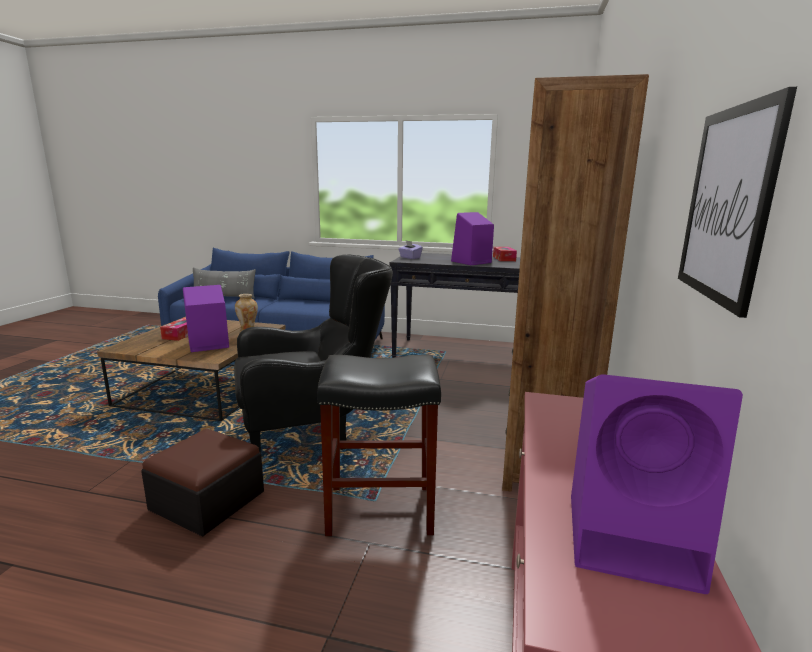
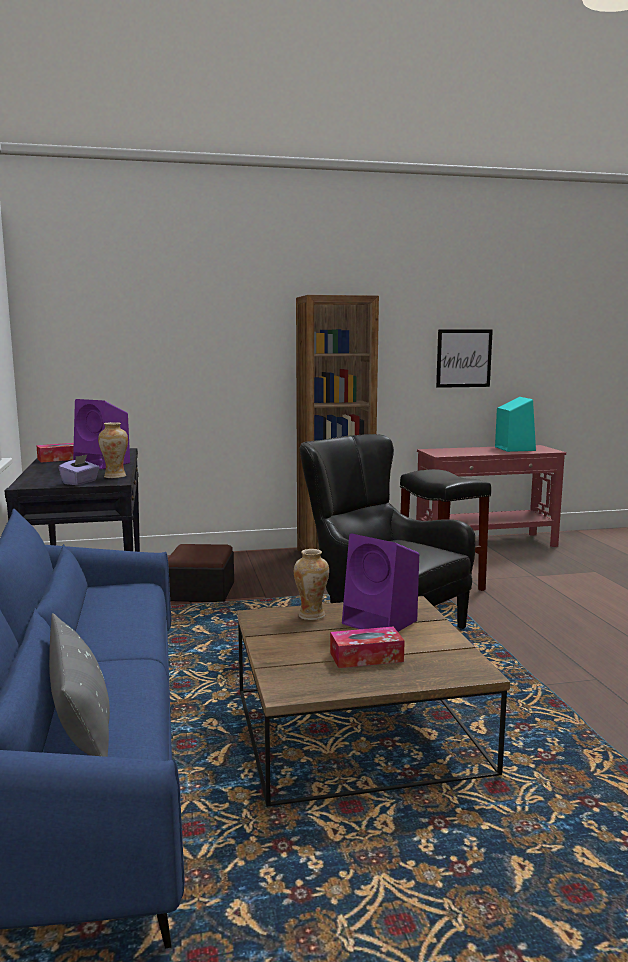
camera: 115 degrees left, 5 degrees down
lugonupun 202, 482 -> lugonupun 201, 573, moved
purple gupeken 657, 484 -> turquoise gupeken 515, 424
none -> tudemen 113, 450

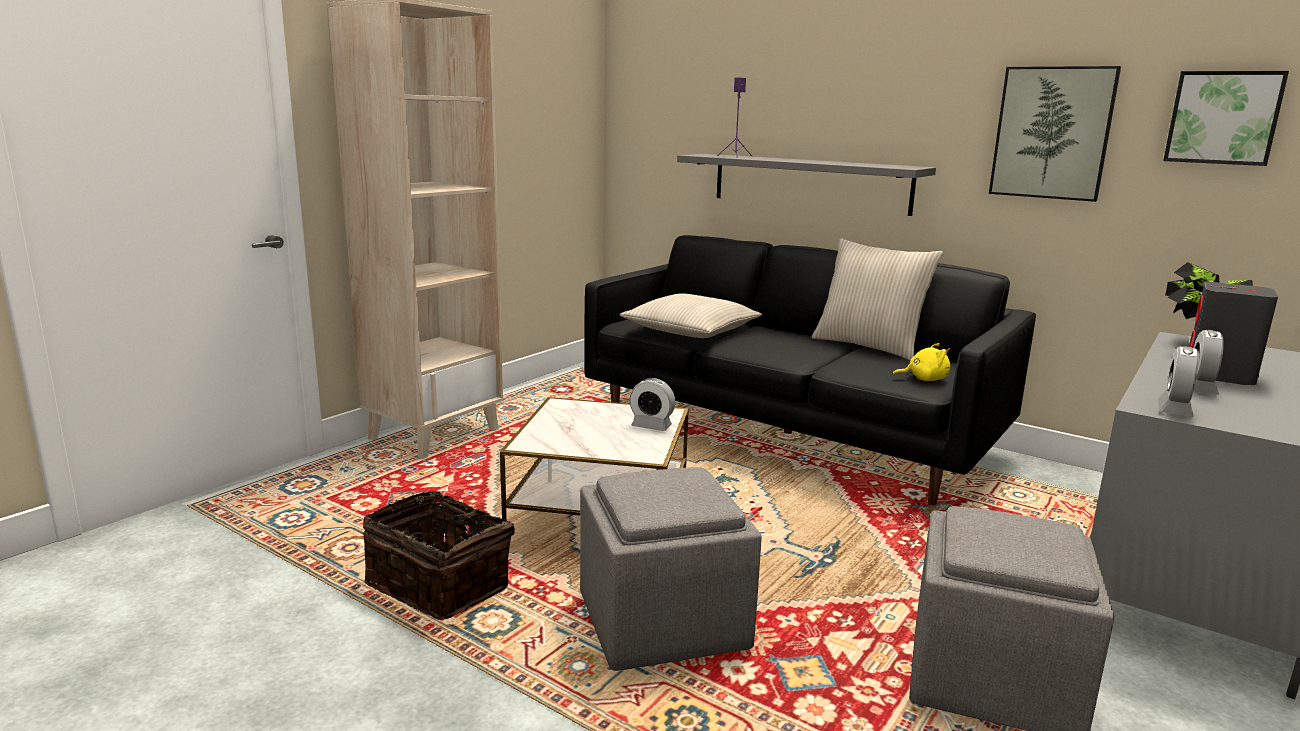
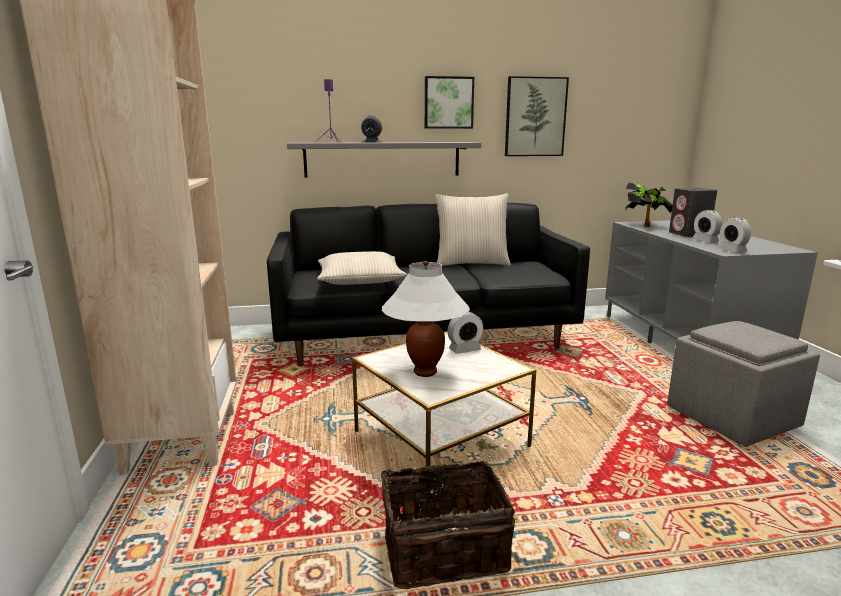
camera: 45 degrees left, 0 degrees up
grey lugonupun 671, 569 -> none
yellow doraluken 921, 362 -> none
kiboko 1226, 118 -> kiboko 449, 102, moved
none -> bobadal 371, 129
none -> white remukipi 426, 319

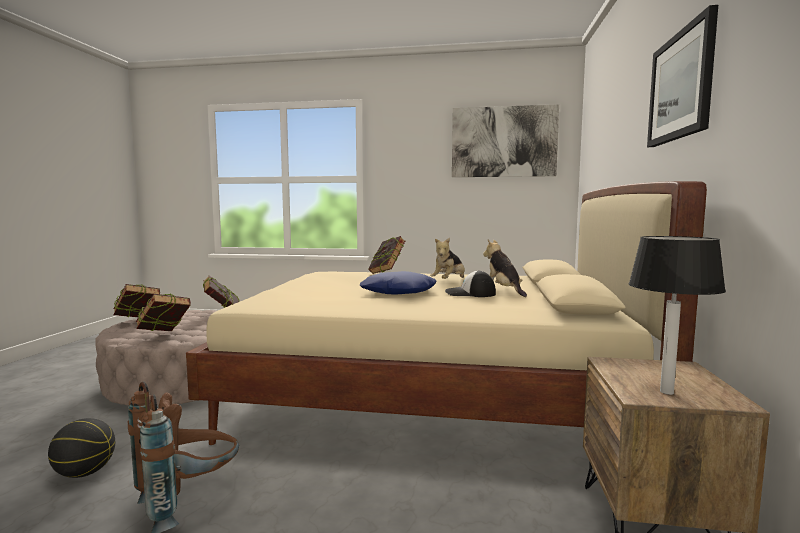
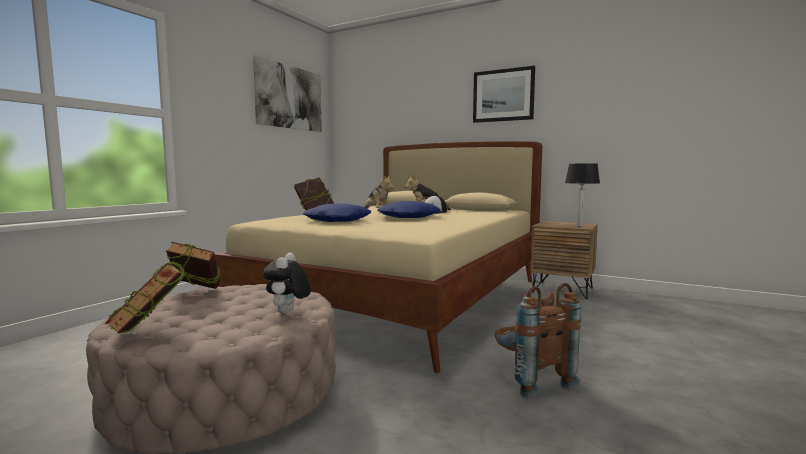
camera: 70 degrees left, 0 degrees up
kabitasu 81, 448 -> none
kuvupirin 163, 312 -> doraluken 287, 283
none -> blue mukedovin 337, 213

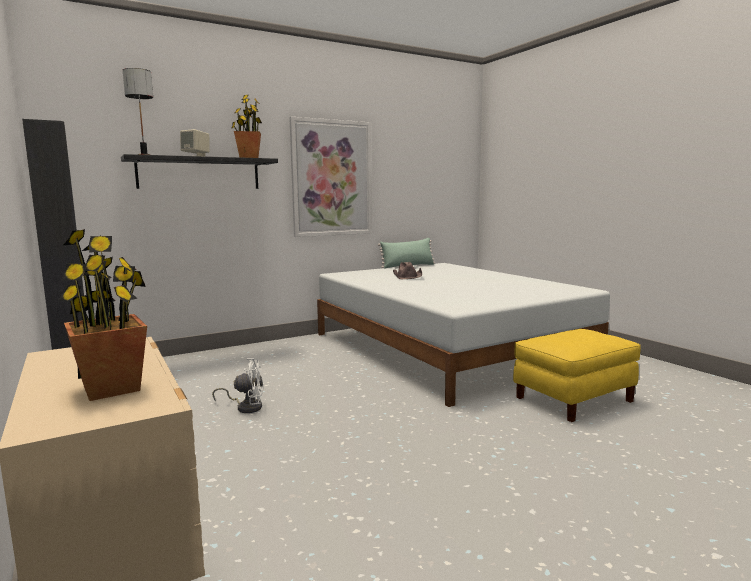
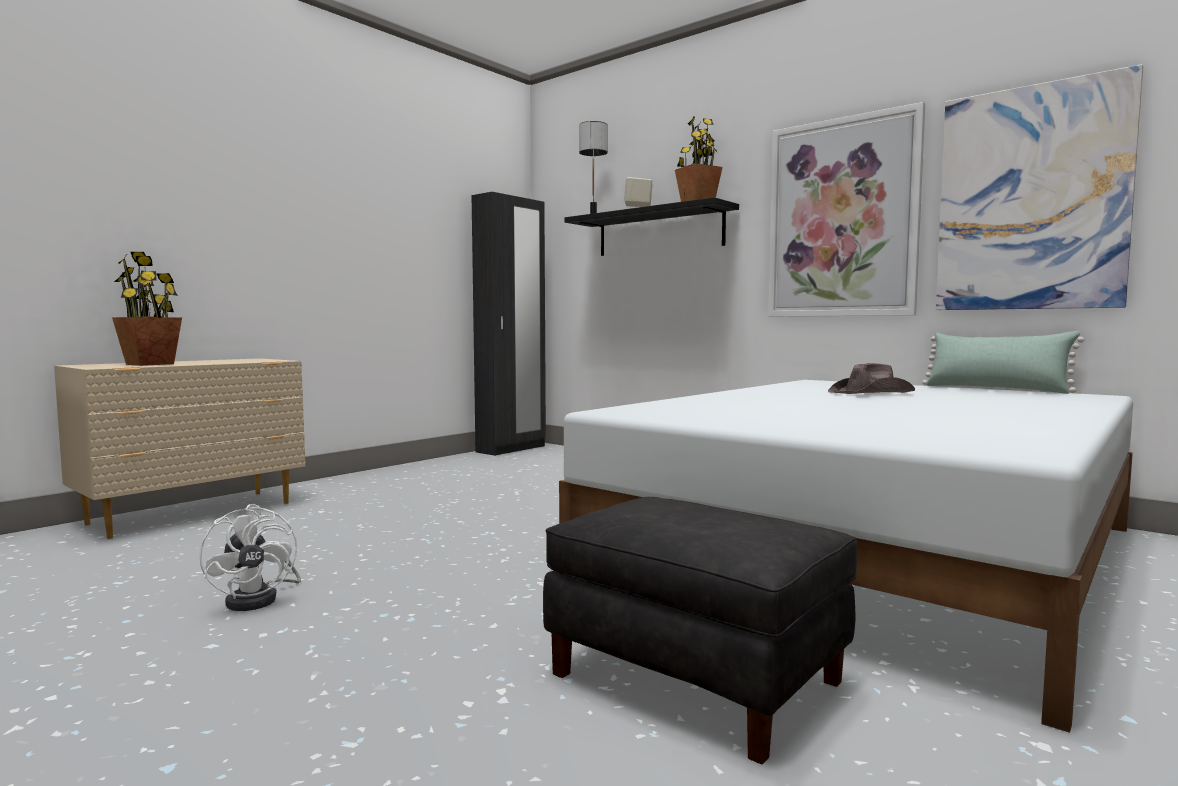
camera: 70 degrees right, 5 degrees down
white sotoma 237, 385 -> white sotoma 250, 557, moved
yellow lugonupun 577, 375 -> black lugonupun 700, 630
none -> kiboko 1039, 187

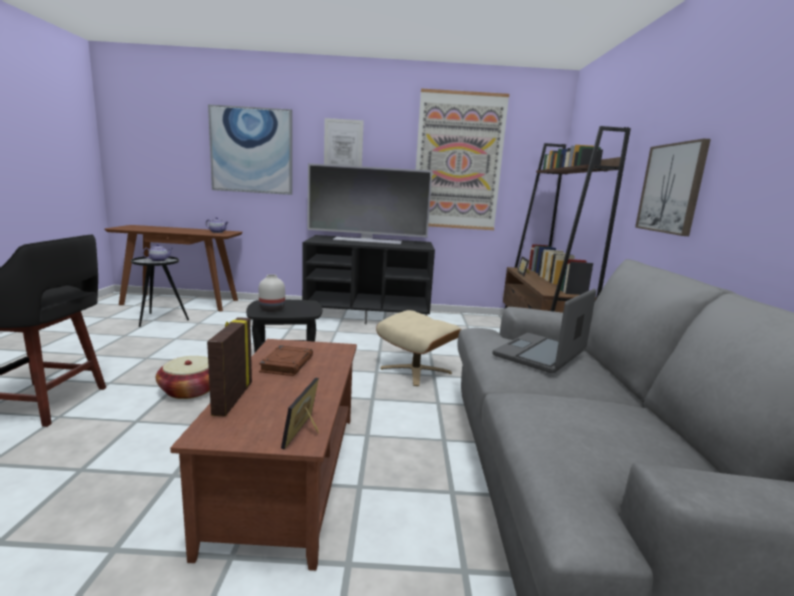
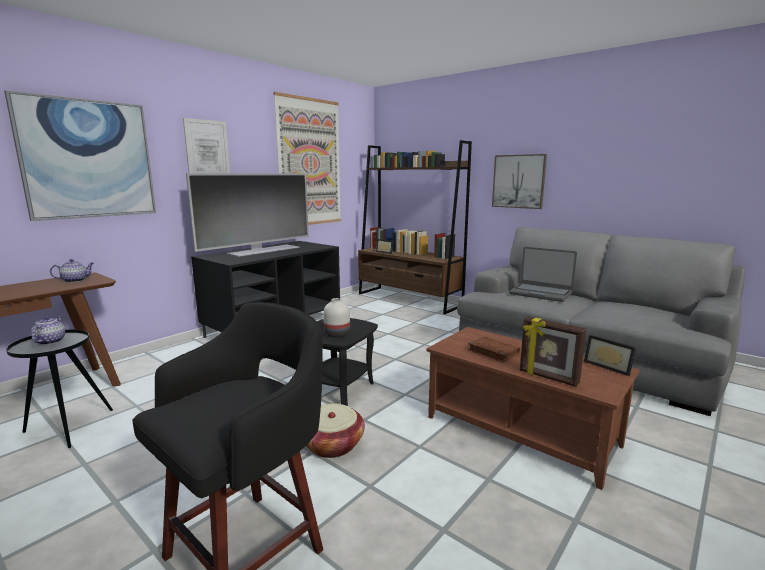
camera: 50 degrees left, 0 degrees up
beige lugonupun 419, 348 -> none
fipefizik 544, 331 -> fipefizik 543, 274, 45 degrees counterclockwise

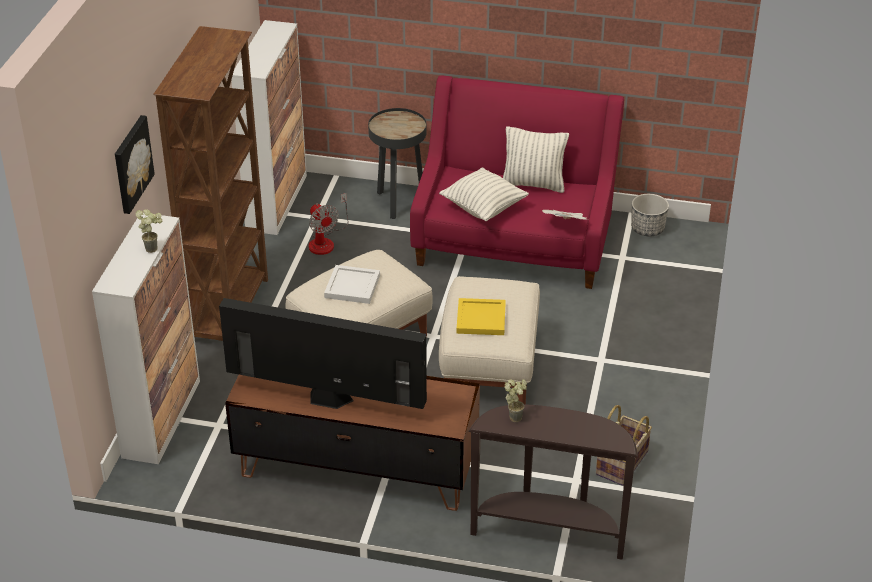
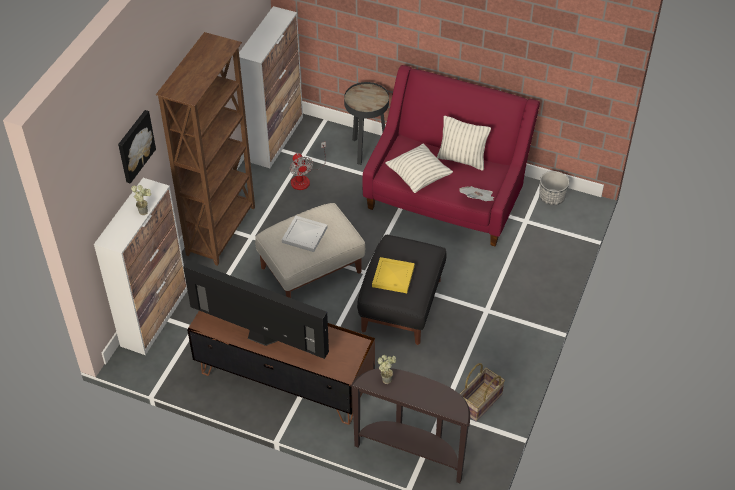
camera: 10 degrees right, 10 degrees up
beige lugonupun 489, 340 -> black lugonupun 402, 290

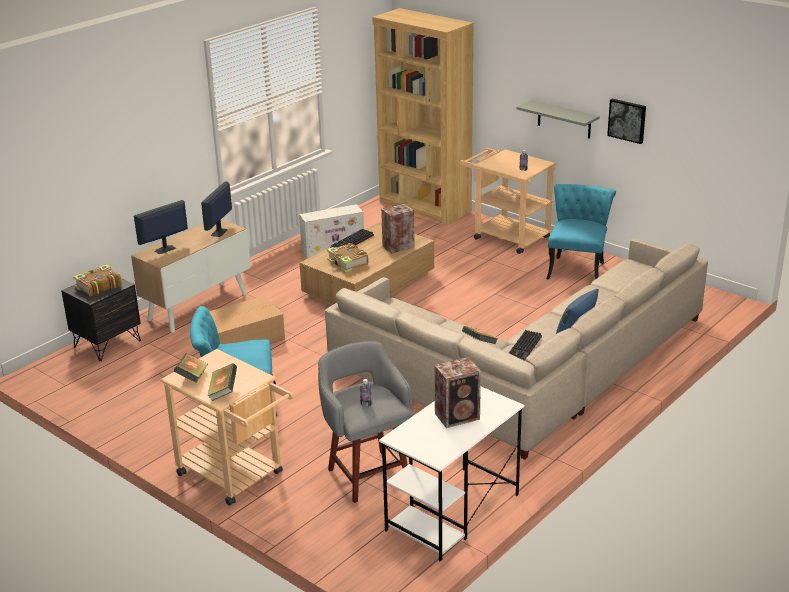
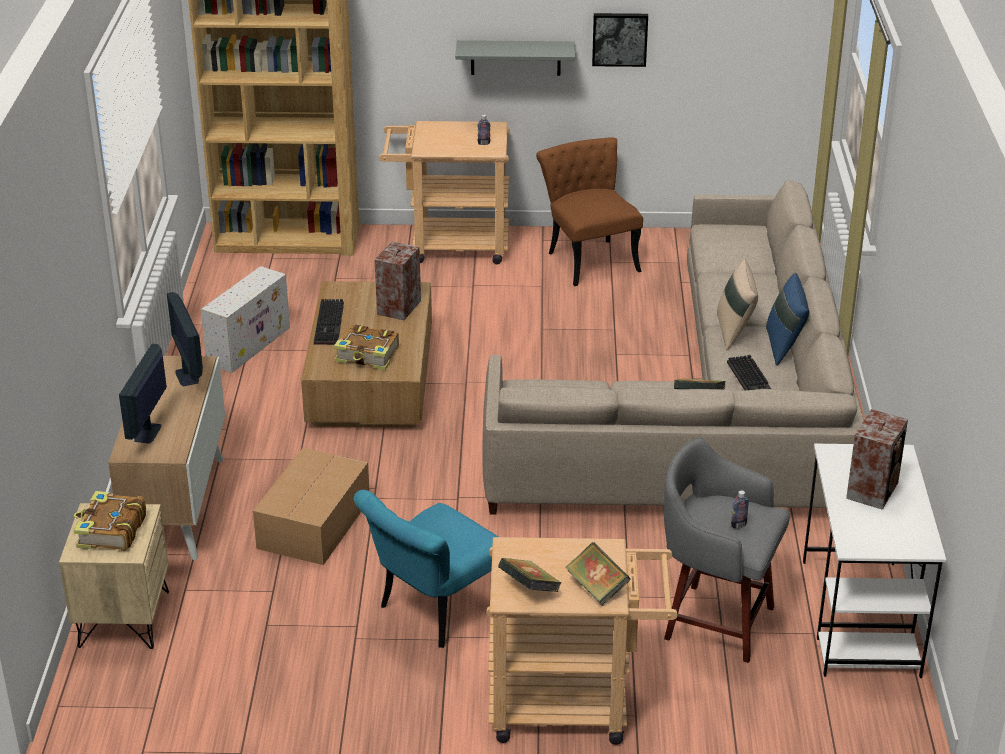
camera: 40 degrees left, 5 degrees up
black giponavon 101, 319 -> beige giponavon 114, 576
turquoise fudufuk 581, 231 -> brown fudufuk 589, 211
none -> beige mukedovin 737, 304

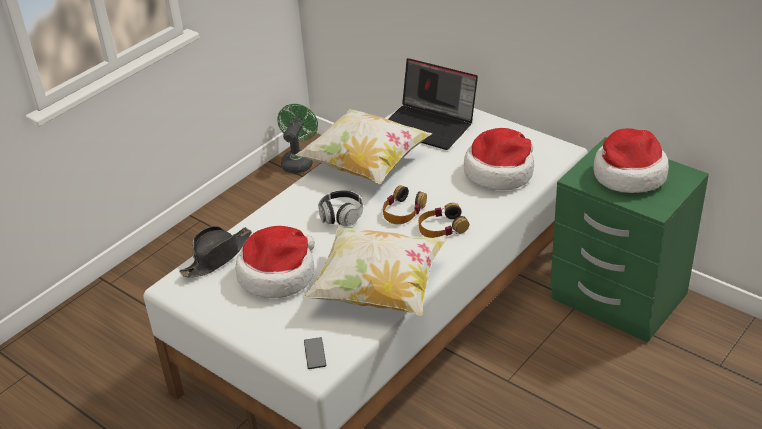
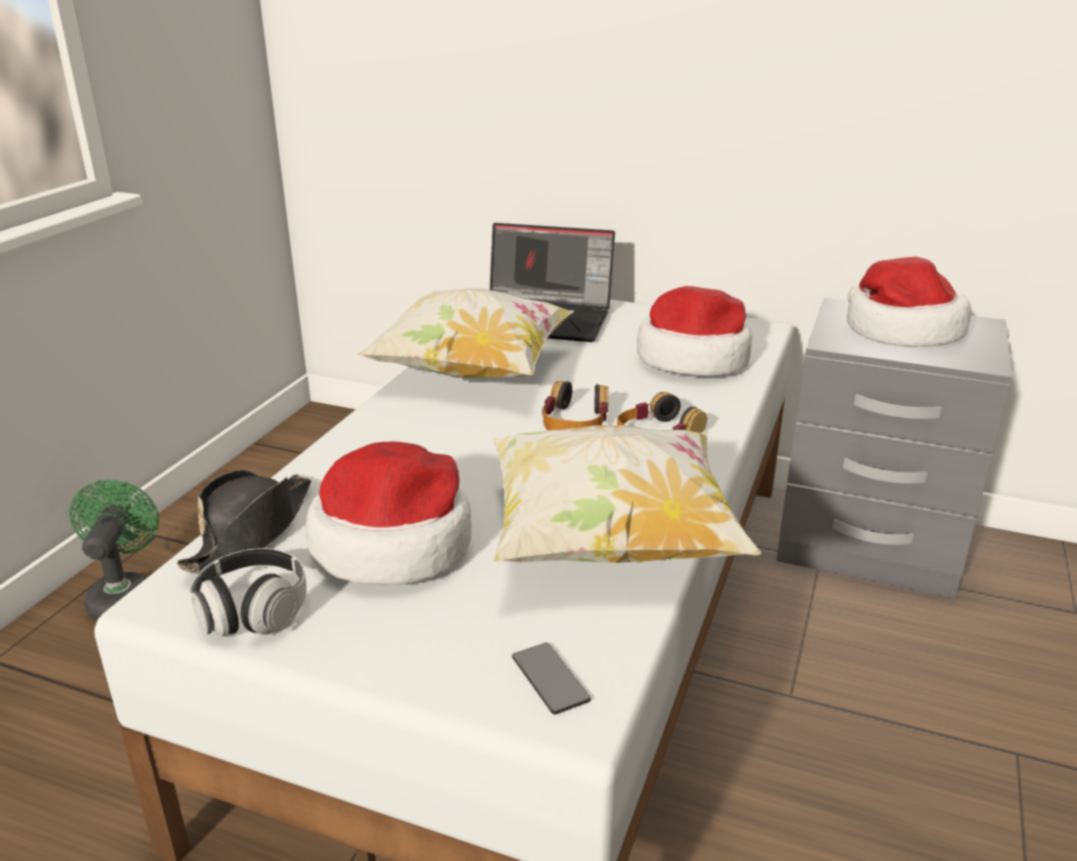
camera: 20 degrees left, 10 degrees down
green sotoma 297, 138 -> green sotoma 114, 550, moved
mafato 340, 208 -> mafato 248, 592, moved
green giponavon 629, 239 -> grey giponavon 895, 448

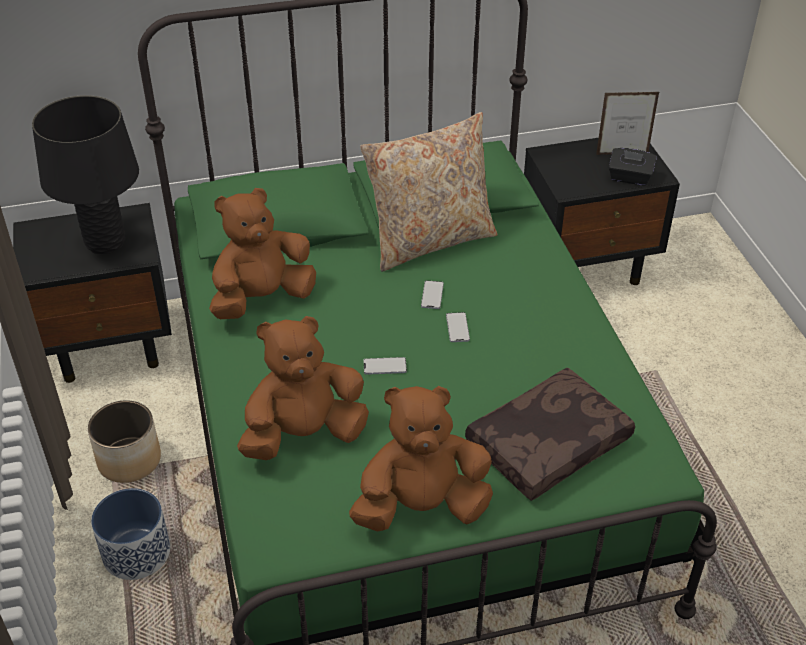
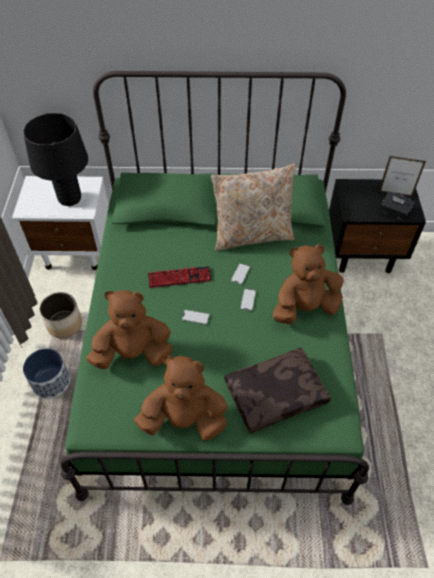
camera: 15 degrees right, 10 degrees up
black giponavon 92, 293 -> white giponavon 60, 223
brown doraluken 262, 253 -> brown doraluken 308, 284, moved
none -> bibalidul 180, 277

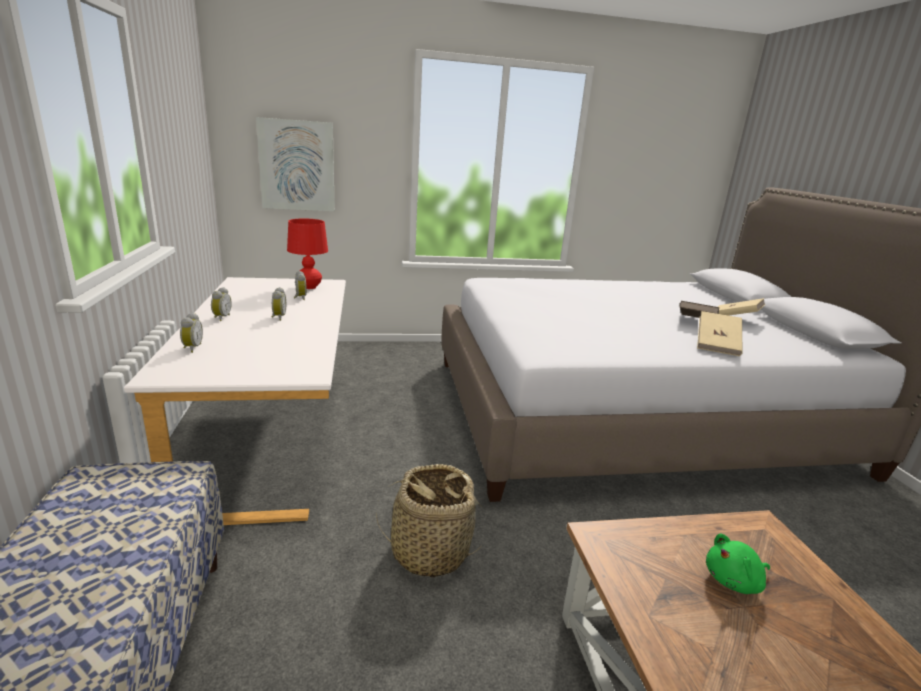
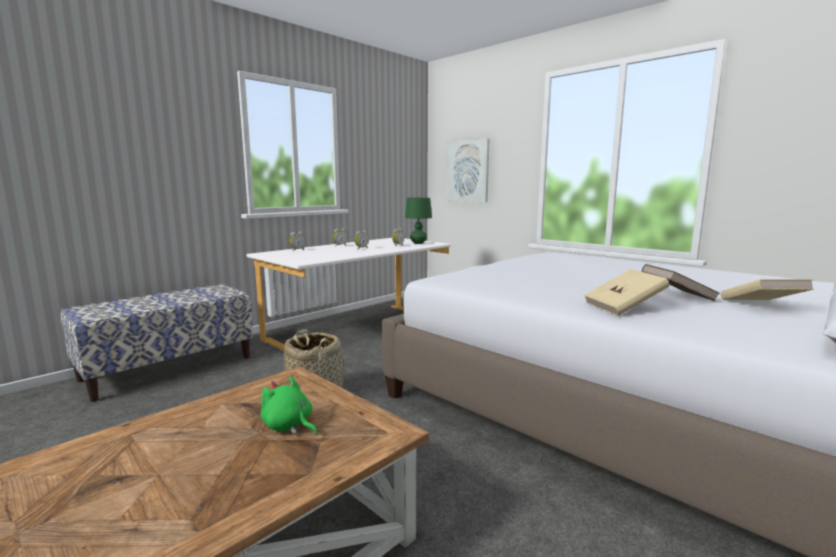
camera: 55 degrees right, 10 degrees down
red remukipi 307, 254 -> green remukipi 418, 221

